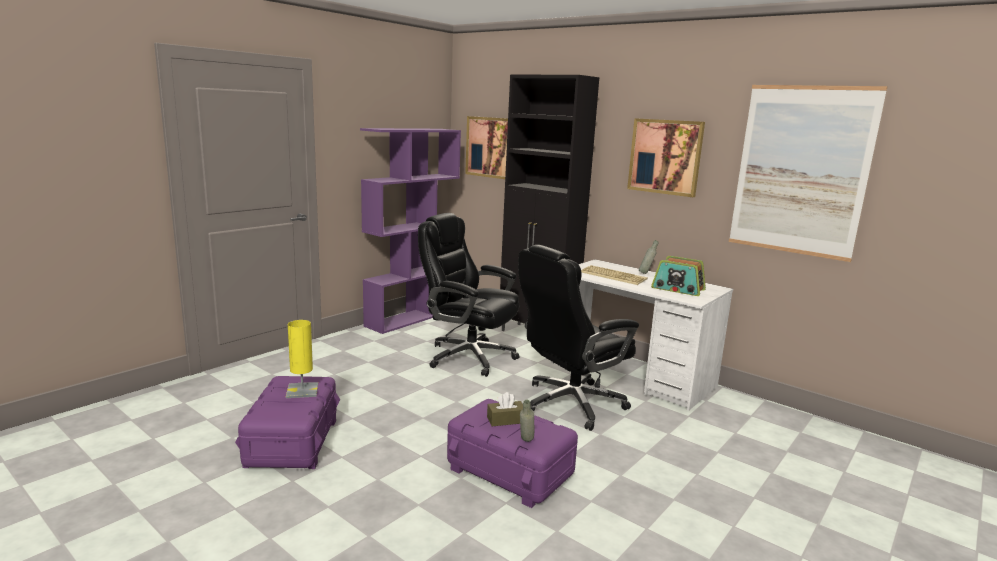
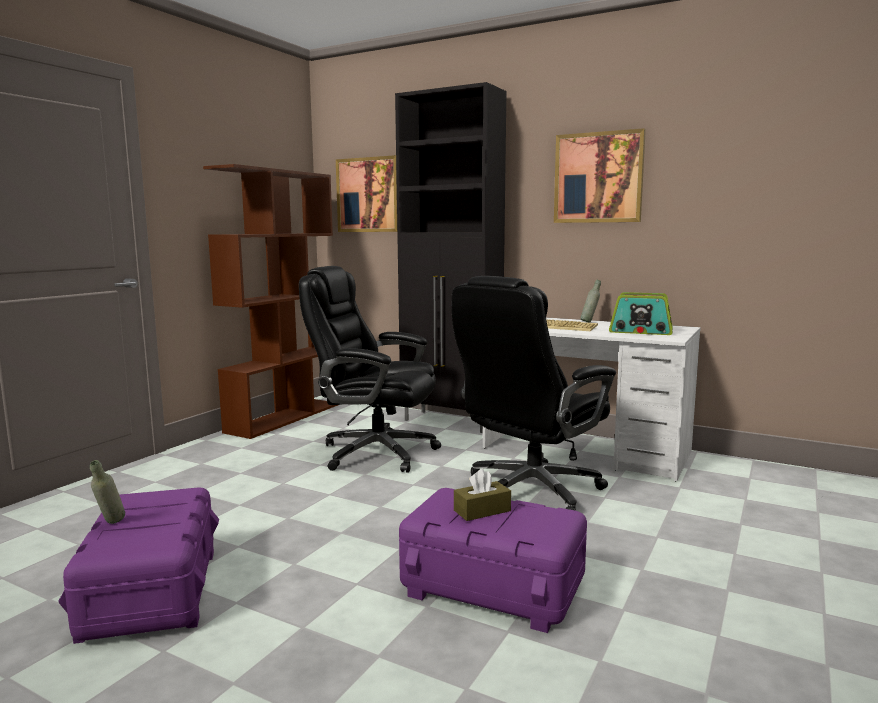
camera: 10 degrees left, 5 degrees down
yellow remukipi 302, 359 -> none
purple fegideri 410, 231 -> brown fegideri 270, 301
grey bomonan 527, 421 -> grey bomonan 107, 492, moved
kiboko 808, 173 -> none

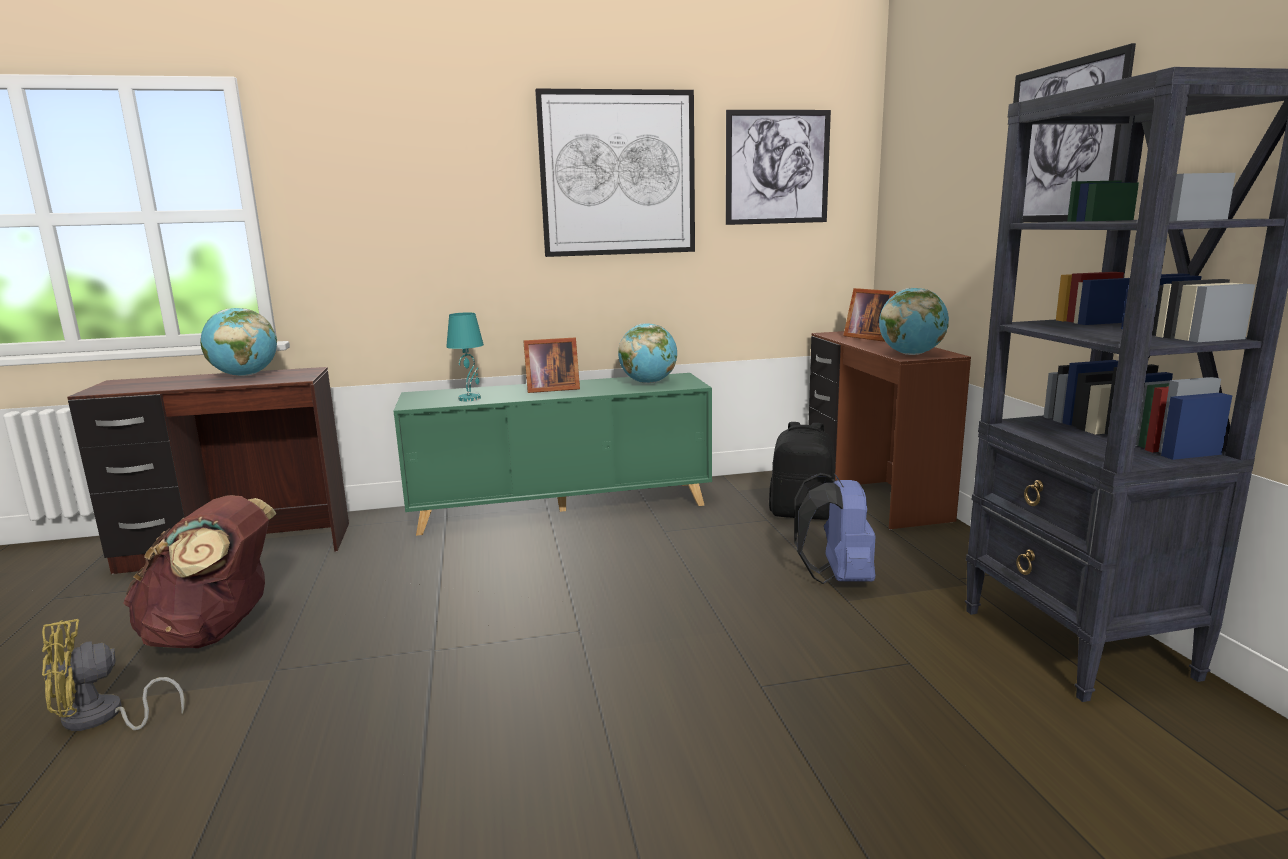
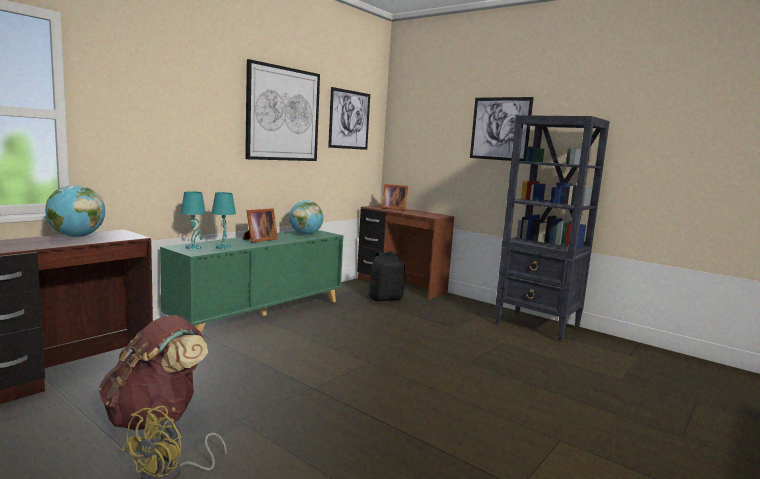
camera: 40 degrees left, 5 degrees down
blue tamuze 834, 528 -> none
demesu 914, 321 -> none
none -> turquoise remukipi 193, 220

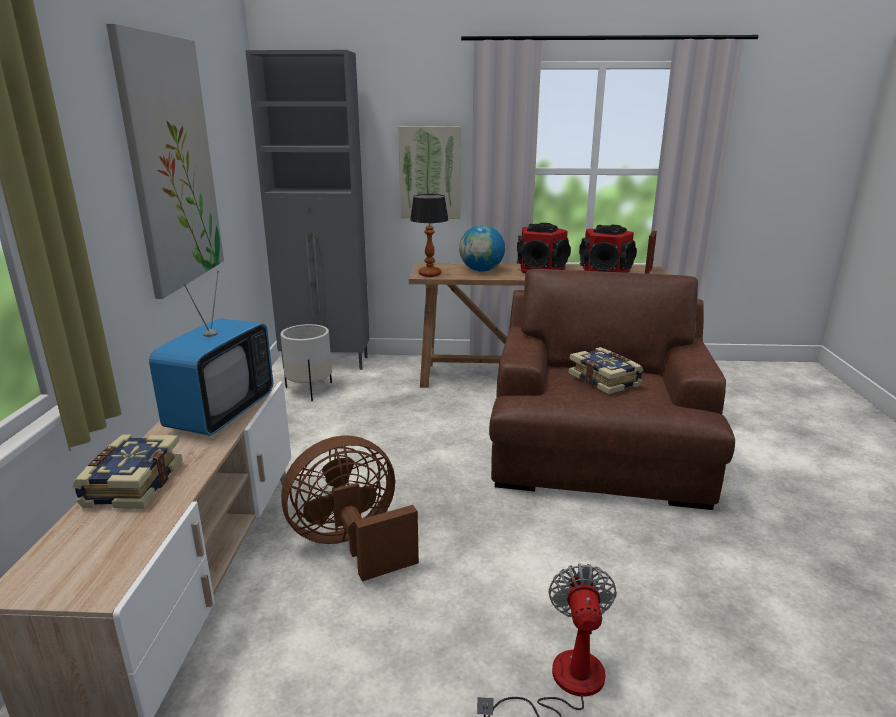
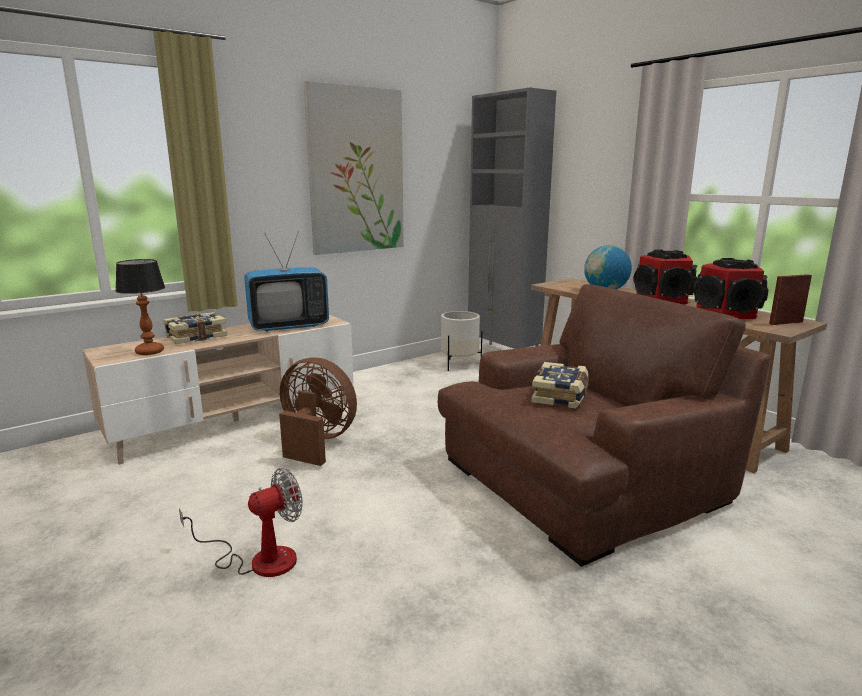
camera: 50 degrees right, 5 degrees down
kiboko 429, 172 -> none
remukipi 429, 235 -> remukipi 140, 307, moved

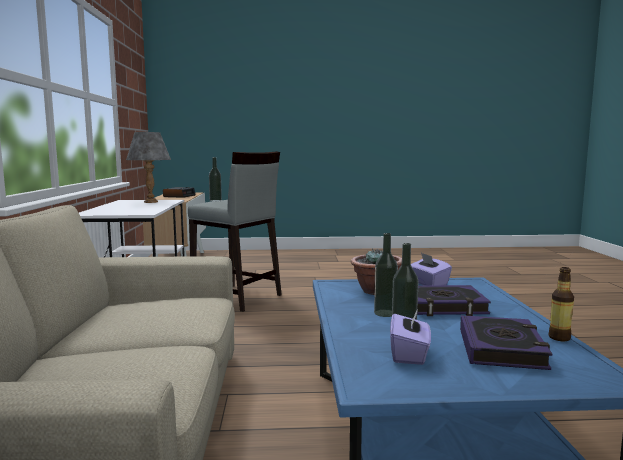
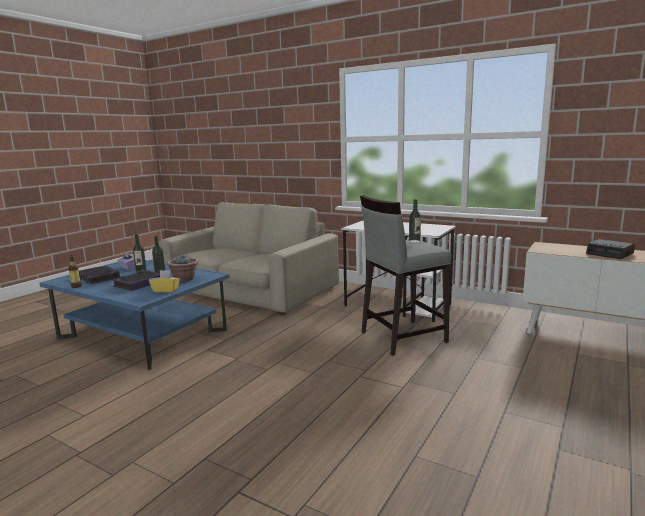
camera: 125 degrees right, 5 degrees up
grey remukipi 148, 167 -> none
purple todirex 431, 269 -> yellow todirex 164, 281

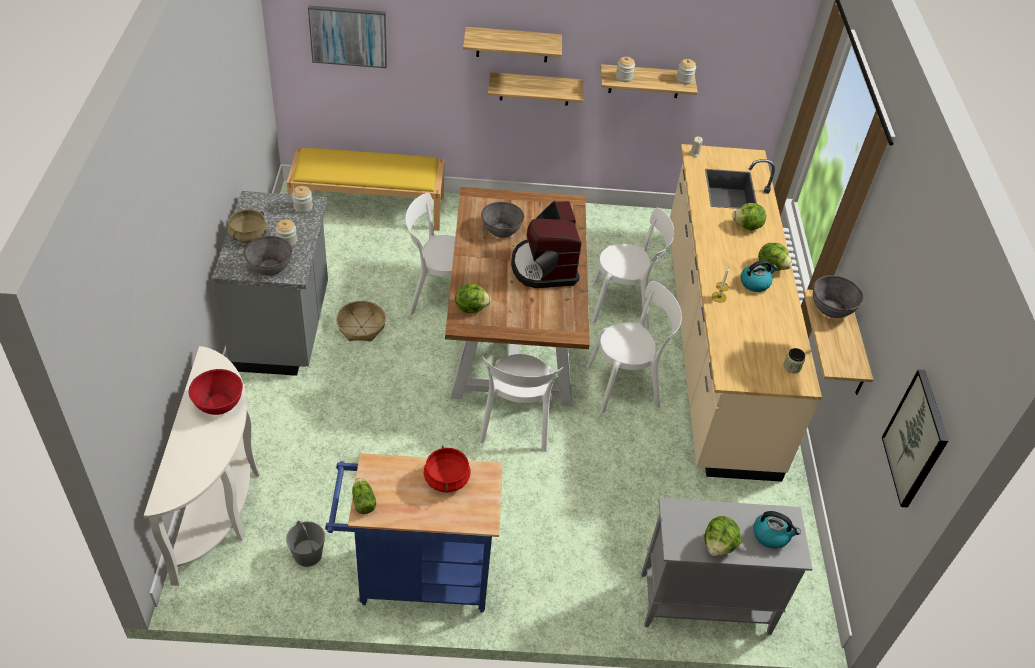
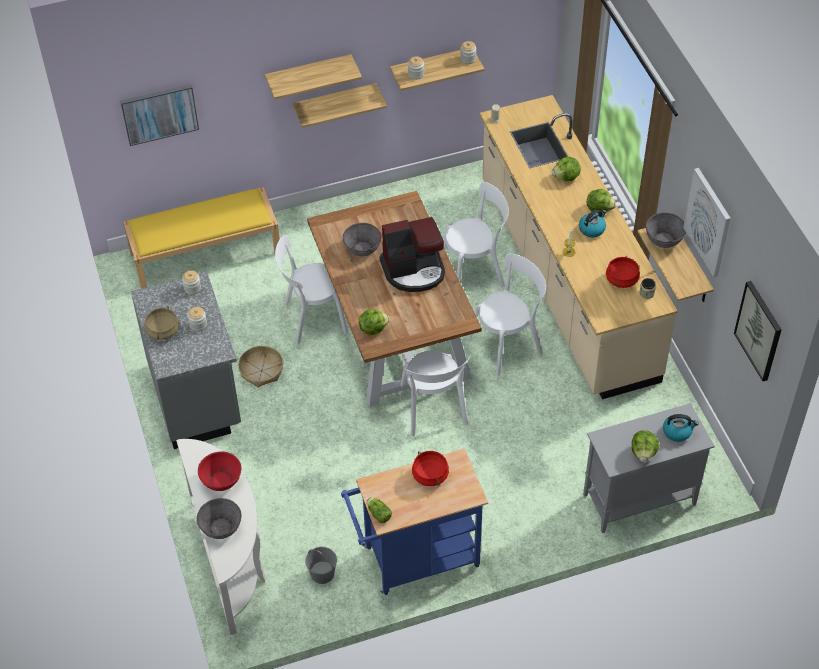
camera: 15 degrees left, 5 degrees up
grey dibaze 268, 256 -> grey dibaze 219, 518, moved
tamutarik 546, 244 -> tamutarik 412, 254, 75 degrees counterclockwise
none -> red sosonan 623, 272
none -> kiboko 707, 223

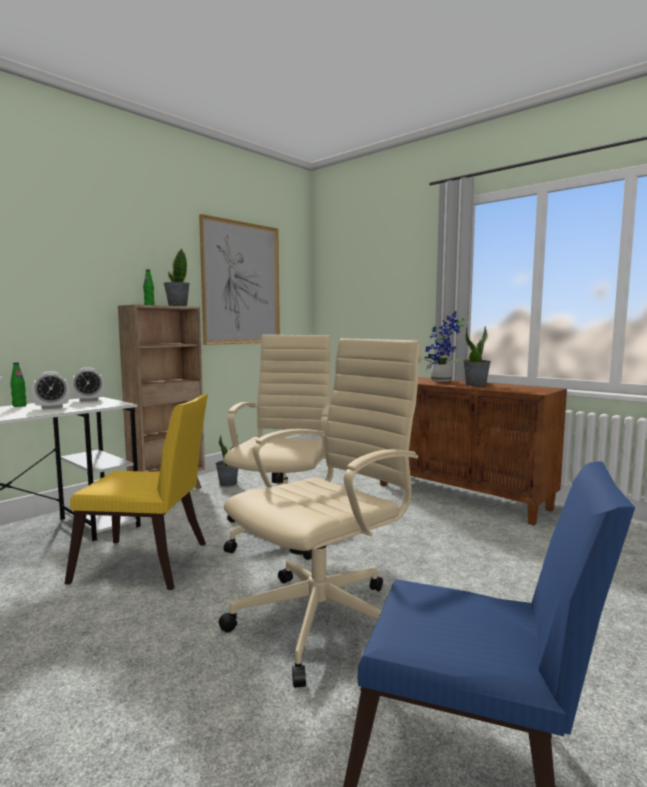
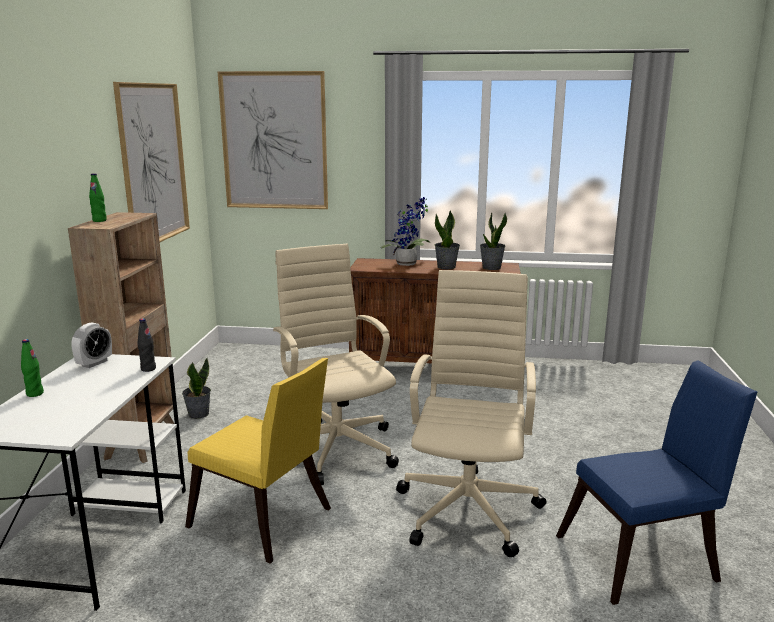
camera: 35 degrees left, 10 degrees up
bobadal 50, 390 -> none
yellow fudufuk 136, 492 -> yellow fudufuk 258, 461, 60 degrees clockwise
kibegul 177, 277 -> kibegul 493, 241, moved
none -> black bomonan 146, 345
none -> kiboko 272, 140

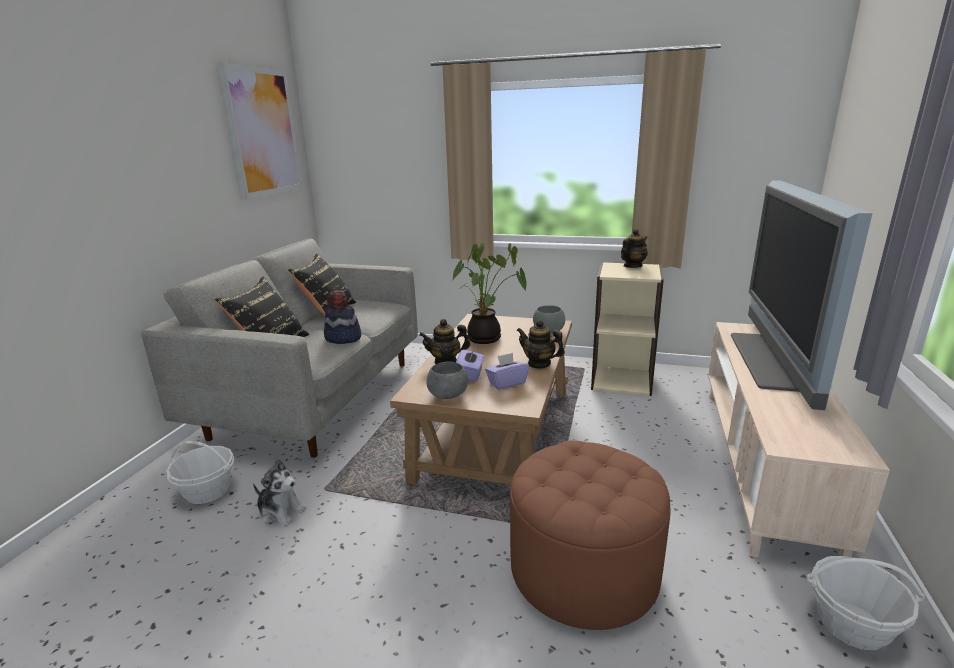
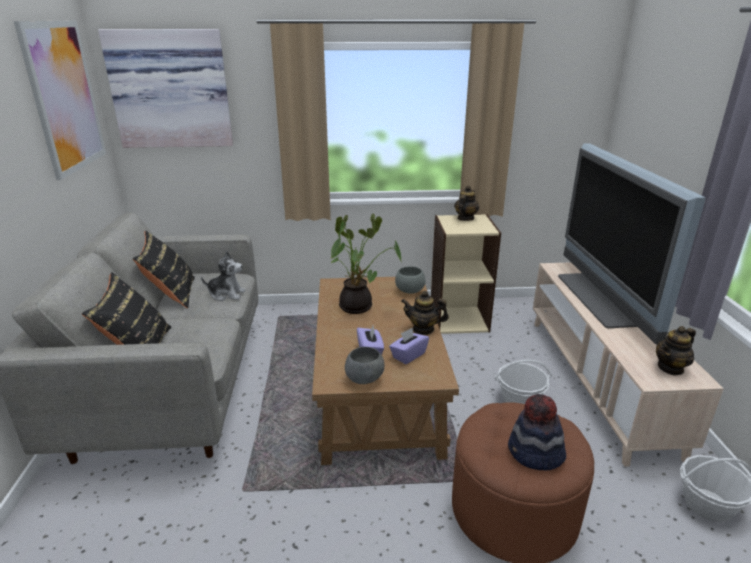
camera: 20 degrees left, 5 degrees up
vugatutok 200, 472 -> vugatutok 523, 382, moved
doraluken 280, 492 -> doraluken 223, 276, moved
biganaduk 342, 317 -> biganaduk 537, 432, moved
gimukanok 444, 341 -> gimukanok 676, 350, moved
none -> kiboko 165, 88

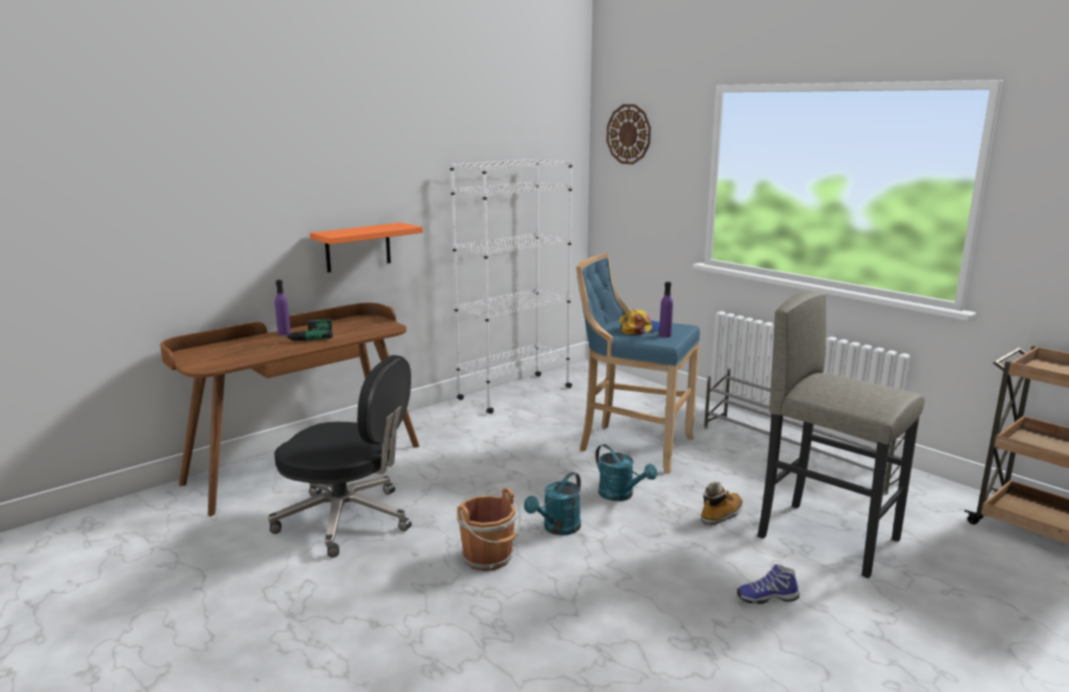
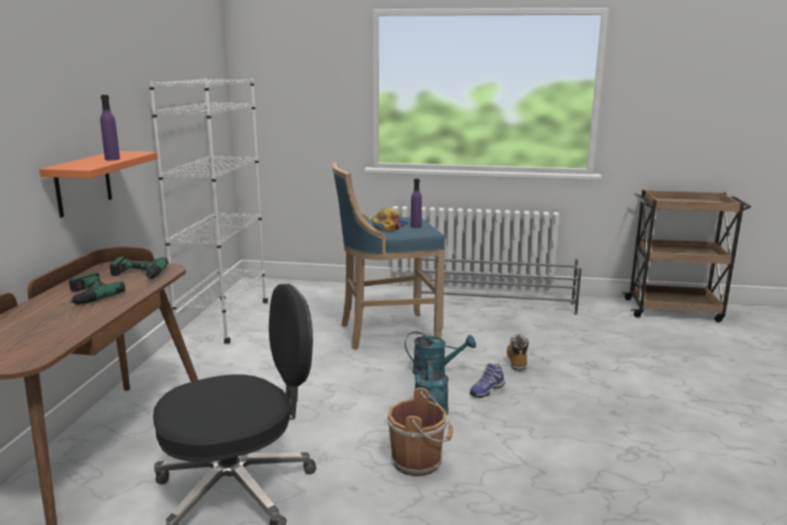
camera: 40 degrees left, 0 degrees up
purple bomonan 283, 307 -> purple bomonan 110, 127, moved
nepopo 629, 134 -> none
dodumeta 768, 584 -> dodumeta 487, 380, moved
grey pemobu 841, 434 -> none
none -> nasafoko 139, 268

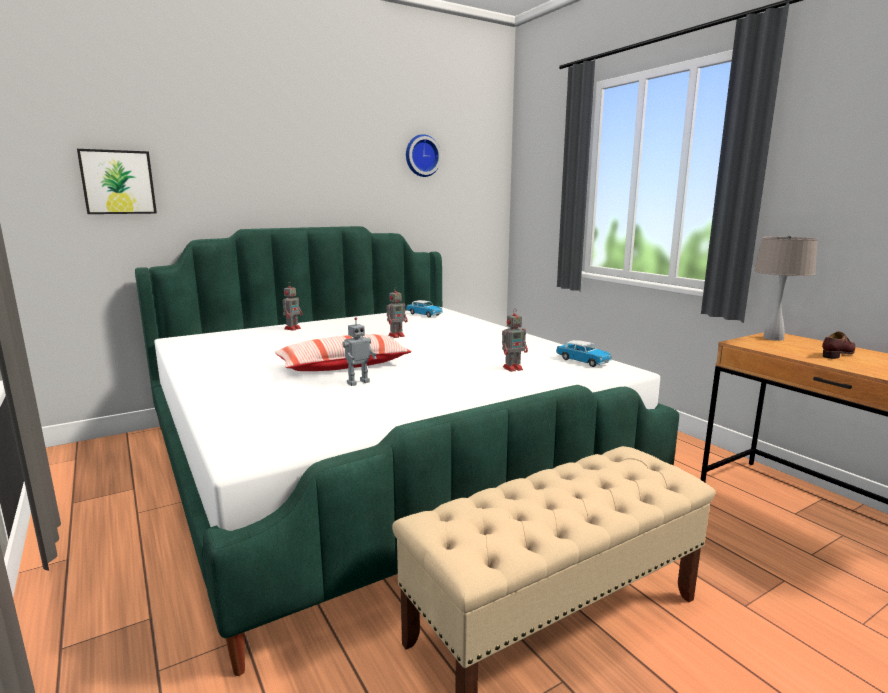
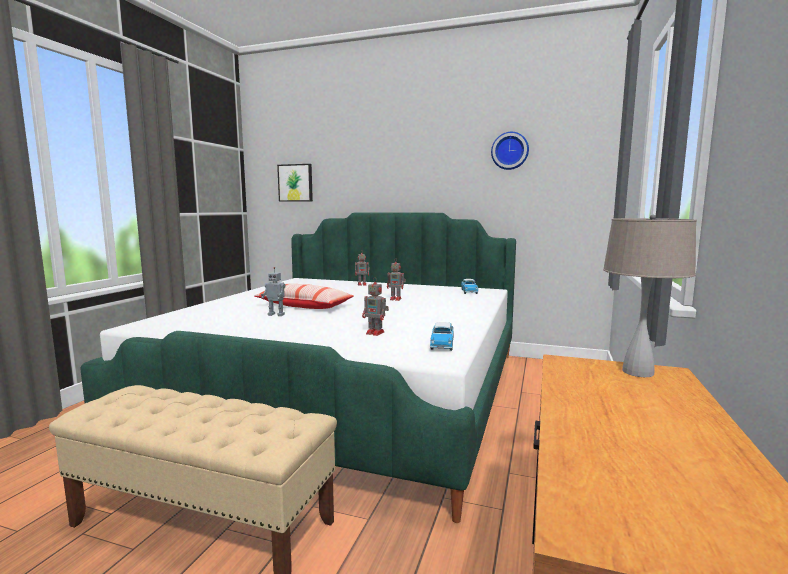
camera: 50 degrees right, 5 degrees down
brown dodumeta 839, 345 -> none

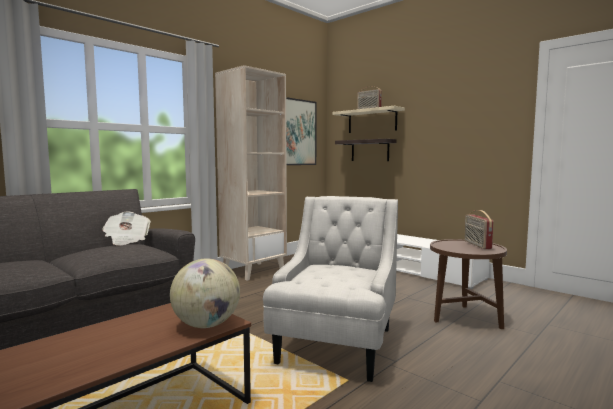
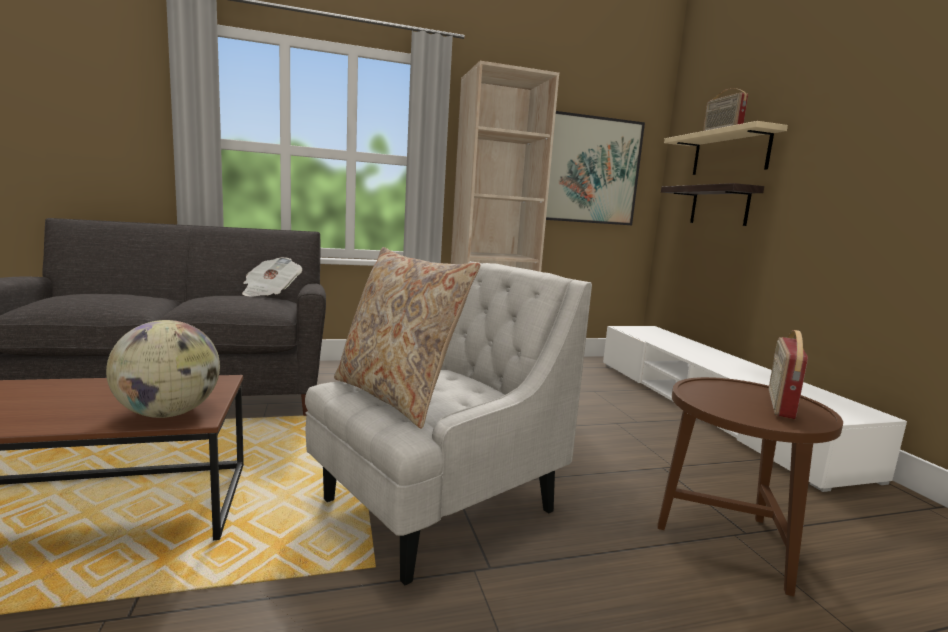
camera: 30 degrees right, 5 degrees up
none -> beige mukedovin 407, 337

